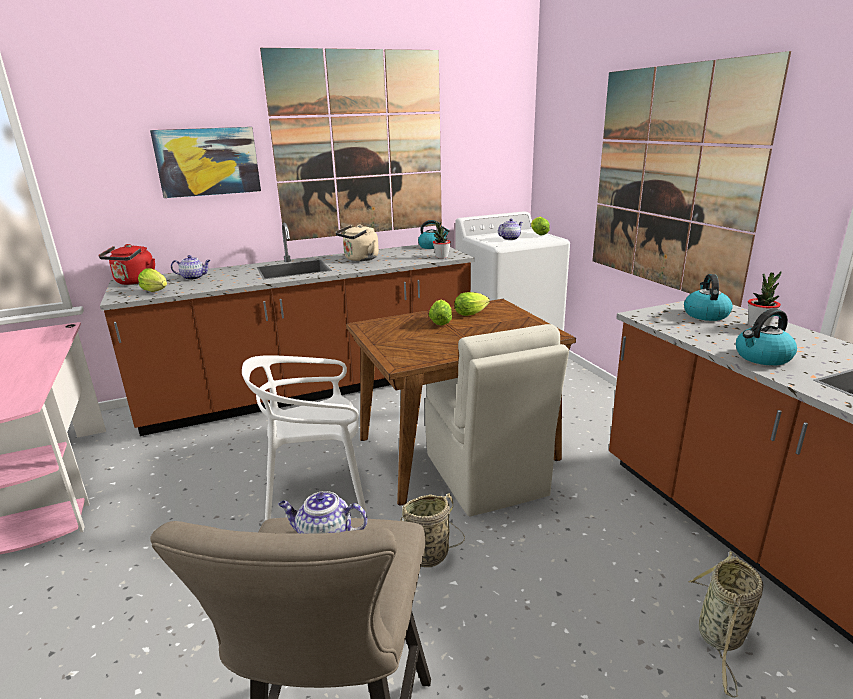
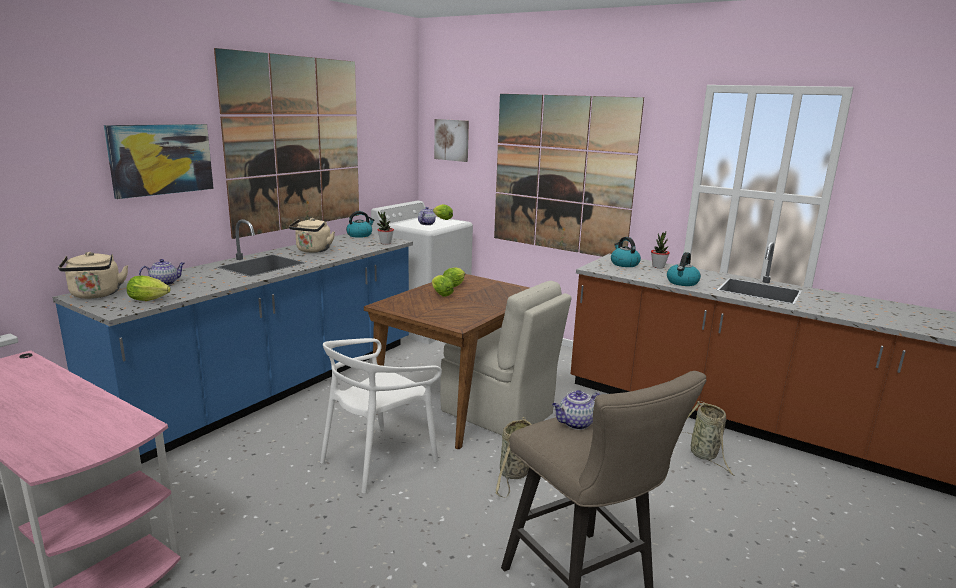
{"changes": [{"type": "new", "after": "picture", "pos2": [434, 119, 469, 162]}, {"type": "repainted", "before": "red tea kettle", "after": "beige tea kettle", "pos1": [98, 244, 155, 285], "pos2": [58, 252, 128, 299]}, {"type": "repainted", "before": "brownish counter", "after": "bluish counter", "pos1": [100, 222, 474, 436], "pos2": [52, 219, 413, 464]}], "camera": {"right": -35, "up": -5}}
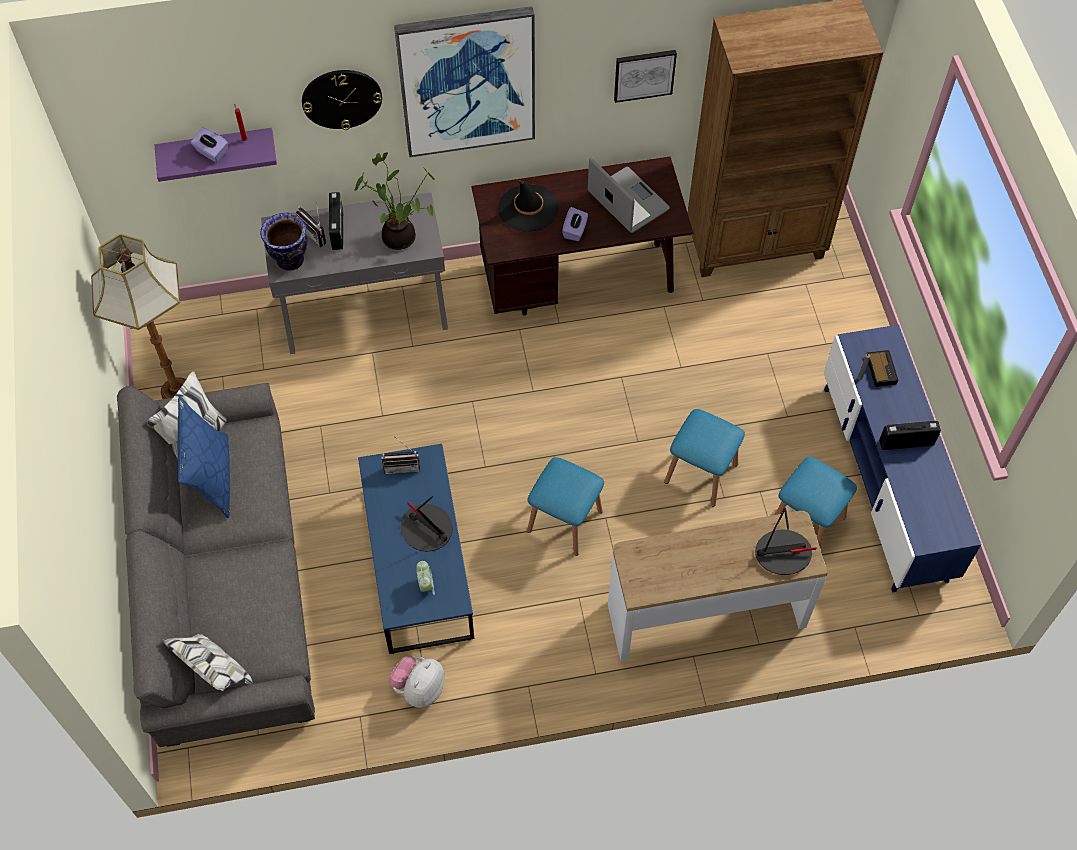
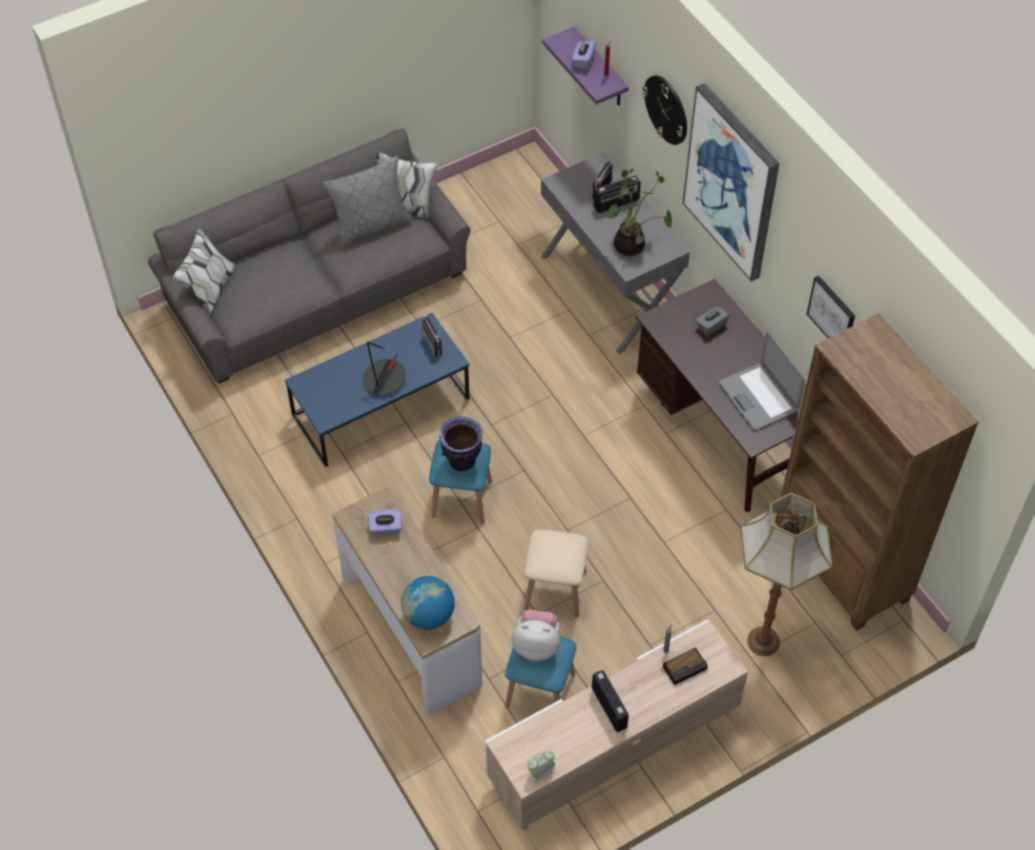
{"changes": [{"type": "shifted", "before": "standing lamp", "pos1": [91, 234, 186, 399], "pos2": [740, 493, 832, 656]}, {"type": "shifted", "before": "decorative vase", "pos1": [260, 213, 307, 271], "pos2": [439, 417, 482, 471]}, {"type": "shifted", "before": "plush toy", "pos1": [388, 655, 445, 708], "pos2": [511, 609, 560, 661]}, {"type": "shifted", "before": "alarm clock", "pos1": [416, 561, 435, 595], "pos2": [527, 750, 555, 783]}, {"type": "shifted", "before": "purplish box of tissues", "pos1": [562, 207, 588, 241], "pos2": [368, 509, 402, 535]}, {"type": "swapped", "before": "black-coloured hat", "after": "greyish box of tissues", "pos1": [498, 180, 559, 231], "pos2": [696, 306, 730, 336]}, {"type": "swapped", "before": "table lamp", "after": "desk globe", "pos1": [755, 508, 817, 575], "pos2": [401, 576, 455, 630]}, {"type": "repainted", "before": "bluish cushion", "after": "greyish cushion", "pos1": [178, 396, 230, 518], "pos2": [323, 155, 413, 248]}, {"type": "repainted", "before": "bluish sitting stool", "after": "beige sitting stool", "pos1": [664, 409, 745, 507], "pos2": [524, 529, 588, 617]}, {"type": "repainted", "before": "bluish tv stand", "after": "beige tv stand", "pos1": [824, 325, 981, 593], "pos2": [485, 619, 748, 830]}, {"type": "rotated", "before": "portable computer", "pos1": [588, 157, 670, 233], "pos2": [719, 332, 805, 430], "turn": 120}], "camera": {"right": 70, "up": -5}}
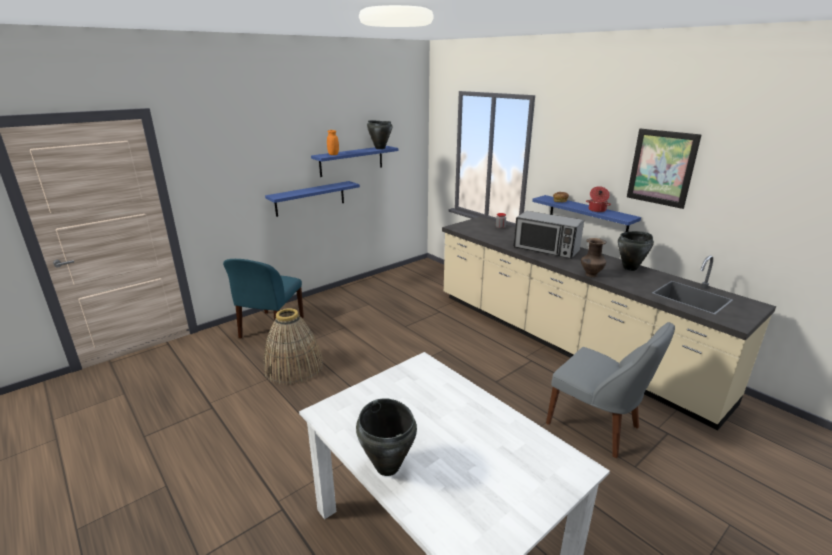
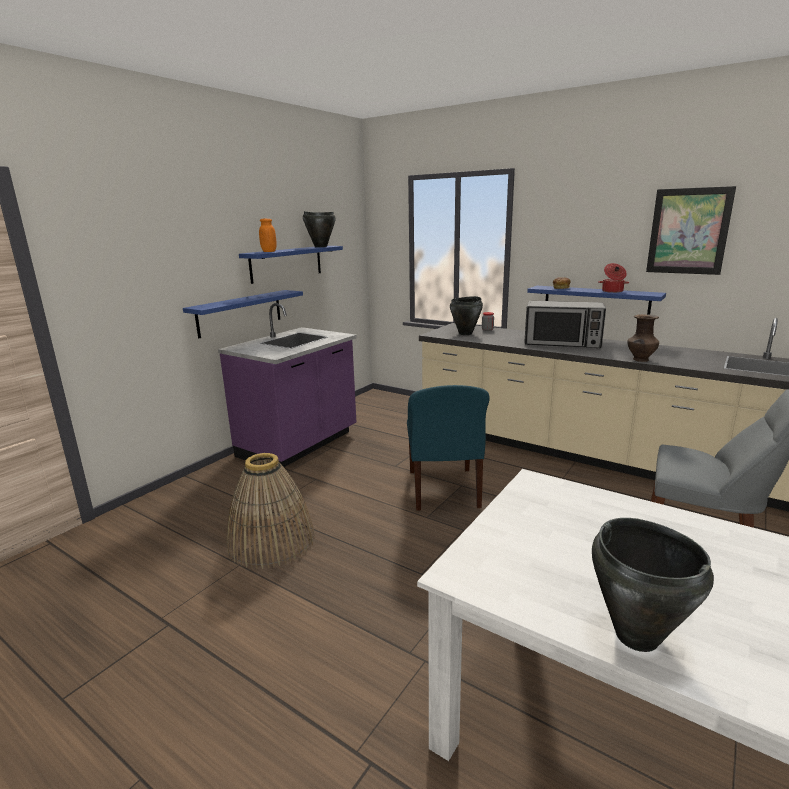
{"changes": [{"type": "new", "after": "purplish counter", "pos2": [218, 303, 357, 468]}, {"type": "shifted", "before": "bluish upright chair", "pos1": [223, 259, 304, 341], "pos2": [407, 385, 490, 511]}, {"type": "shifted", "before": "black-coloured cooking pot", "pos1": [618, 231, 654, 271], "pos2": [450, 296, 483, 335]}], "camera": {"right": -15, "up": -5}}
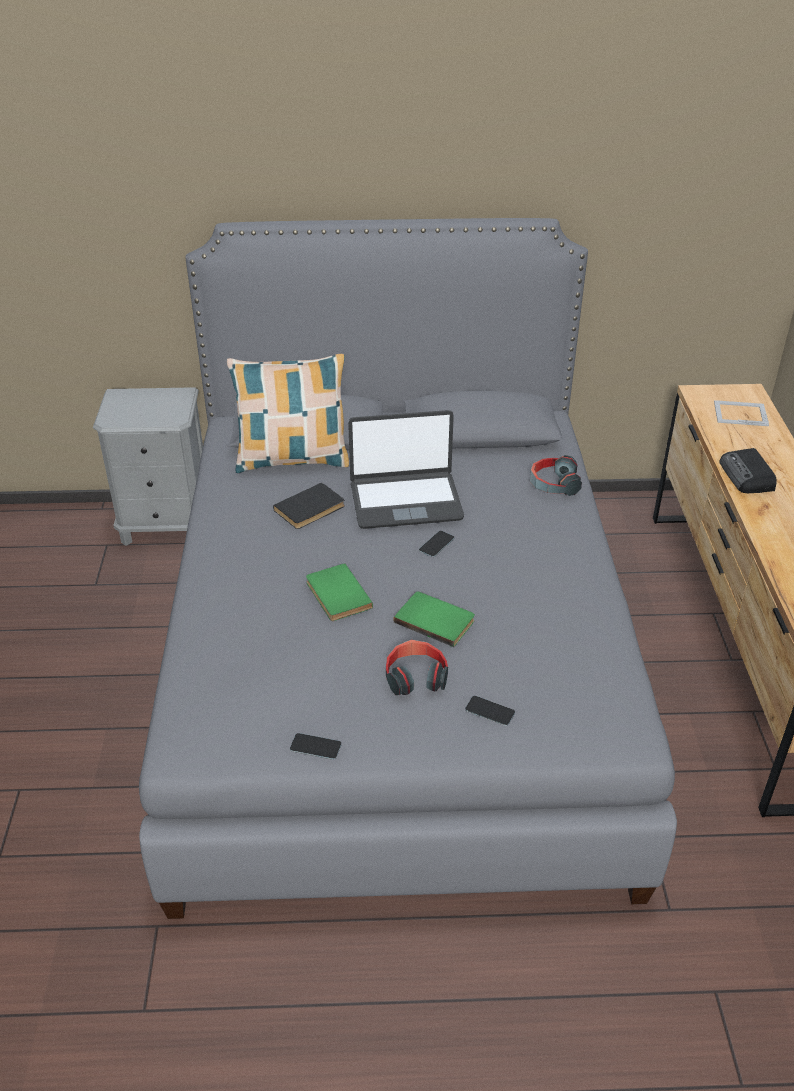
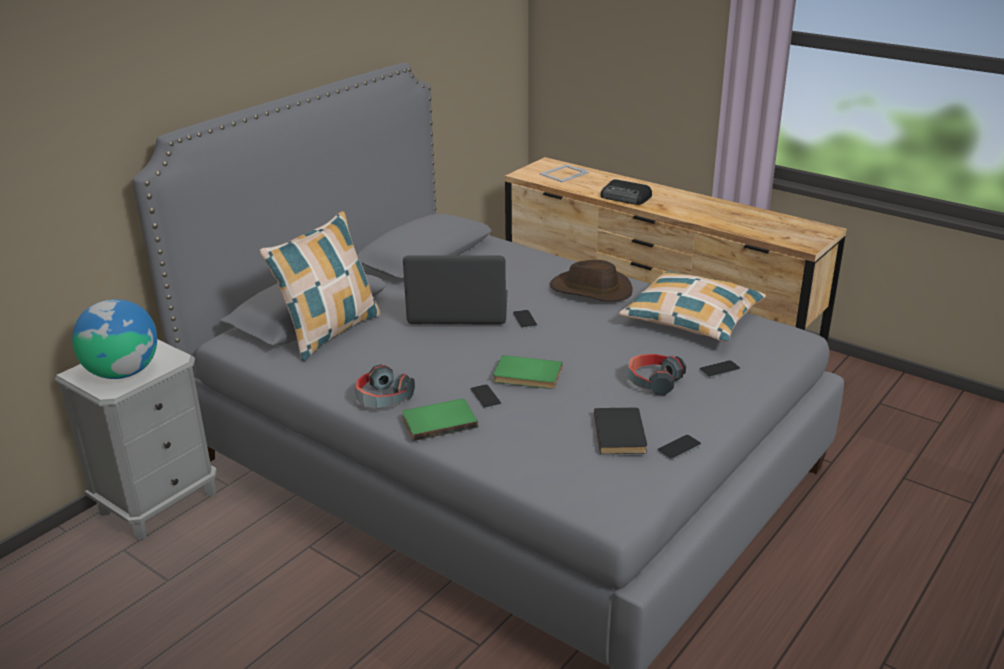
{"changes": [{"type": "new", "after": "desk globe", "pos2": [72, 299, 157, 379]}, {"type": "new", "after": "phone", "pos2": [470, 384, 501, 409]}, {"type": "new", "after": "brownish hat", "pos2": [550, 260, 633, 301]}, {"type": "new", "after": "cushion", "pos2": [619, 271, 766, 343]}, {"type": "shifted", "before": "black-coloured volume", "pos1": [273, 483, 345, 529], "pos2": [594, 408, 647, 454]}, {"type": "shifted", "before": "green volume", "pos1": [394, 591, 475, 647], "pos2": [402, 399, 478, 441]}, {"type": "shifted", "before": "headphones", "pos1": [530, 455, 582, 496], "pos2": [355, 364, 415, 408]}, {"type": "rotated", "before": "portable computer", "pos1": [348, 410, 464, 529], "pos2": [403, 255, 508, 324], "turn": -120}], "camera": {"right": -50, "up": -10}}
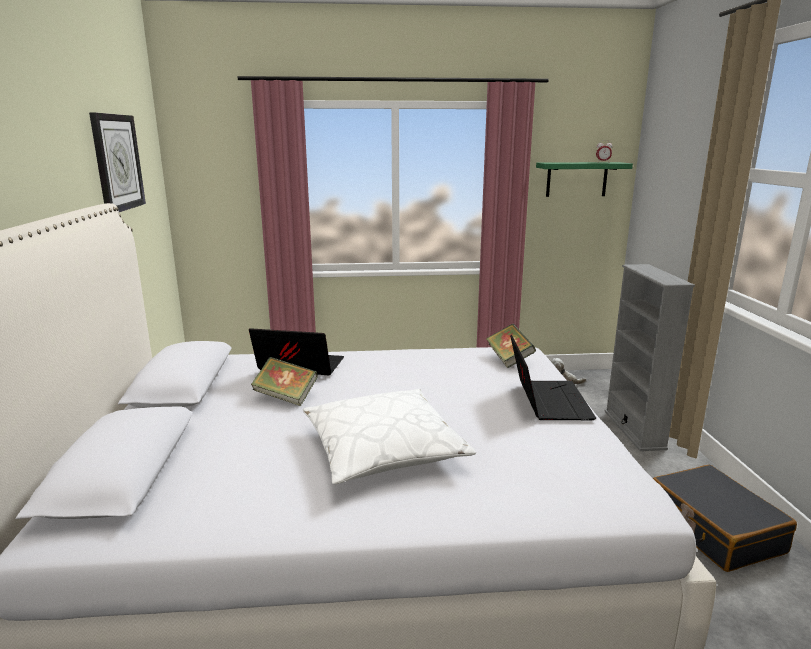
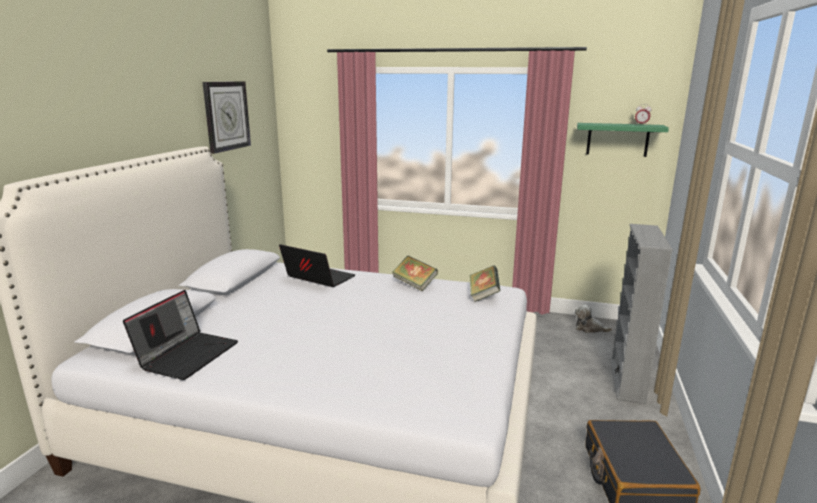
{"changes": [{"type": "gone", "before": "whitish cushion", "pos1": [303, 389, 476, 484]}, {"type": "shifted", "before": "volume", "pos1": [251, 357, 318, 406], "pos2": [392, 256, 438, 291]}, {"type": "shifted", "before": "portable computer", "pos1": [510, 335, 596, 420], "pos2": [123, 290, 238, 380]}], "camera": {"right": 20, "up": 0}}
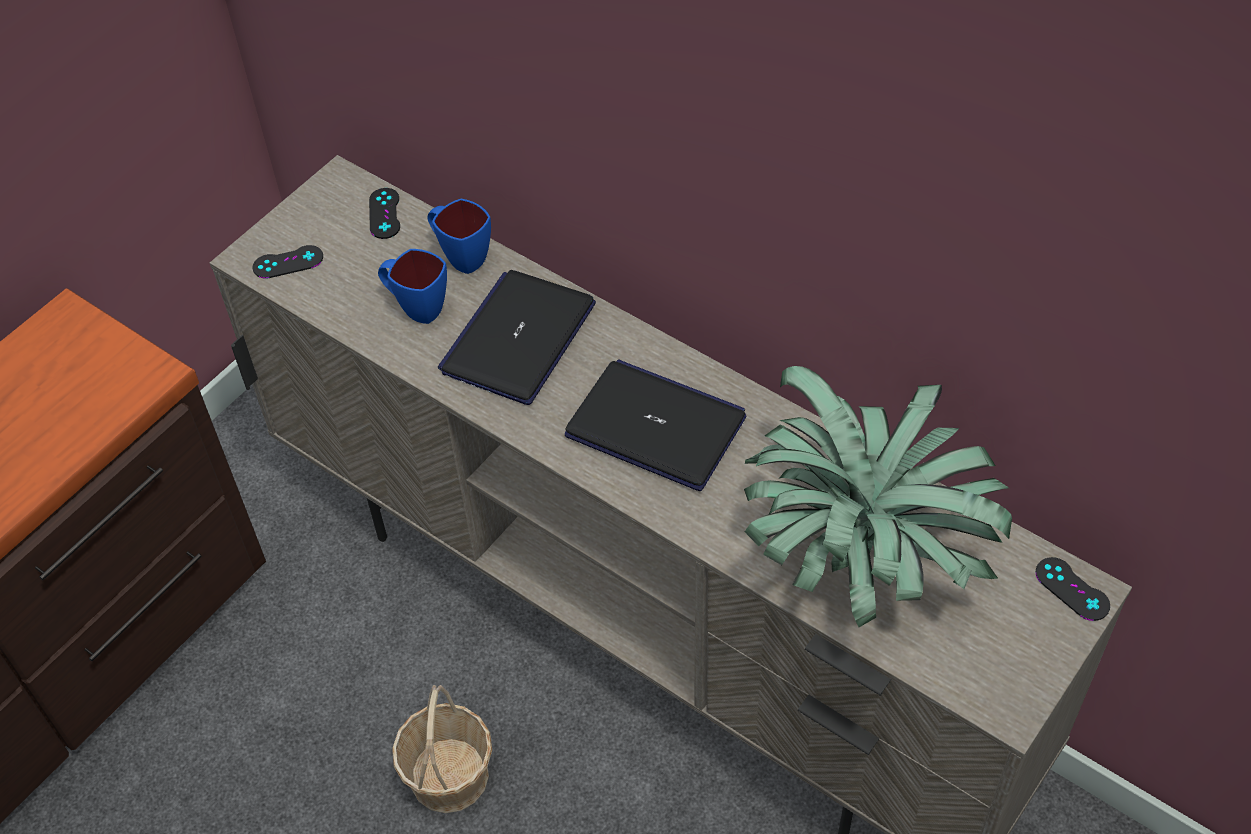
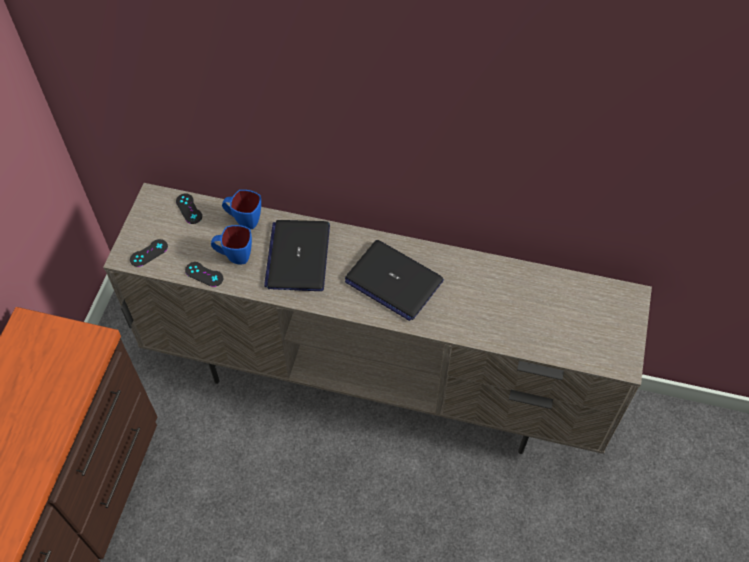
{"changes": [{"type": "gone", "before": "storage basket", "pos1": [392, 685, 492, 813]}, {"type": "gone", "before": "houseplant", "pos1": [744, 366, 1012, 627]}, {"type": "shifted", "before": "black-coloured joypad", "pos1": [1036, 557, 1110, 621], "pos2": [185, 262, 223, 287]}, {"type": "rotated", "before": "portable computer", "pos1": [565, 359, 746, 491], "pos2": [345, 240, 444, 321], "turn": -150}], "camera": {"right": -25, "up": 5}}
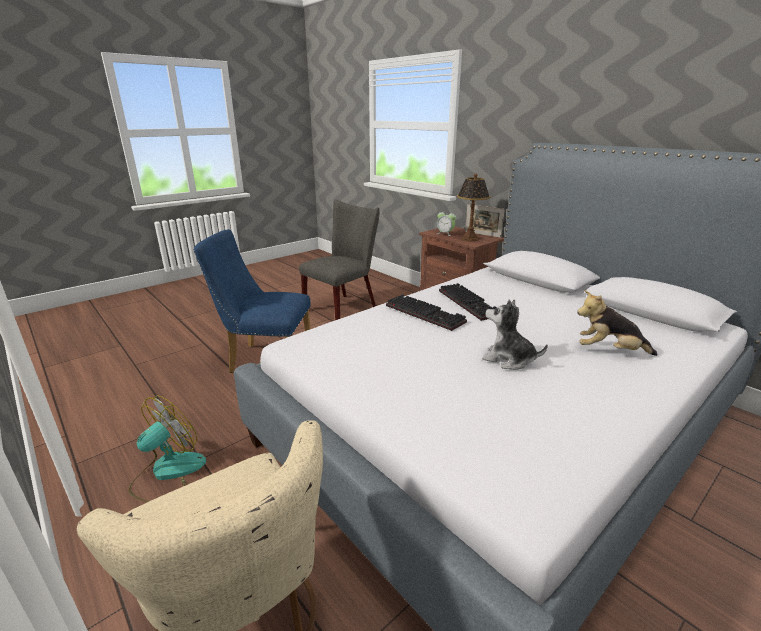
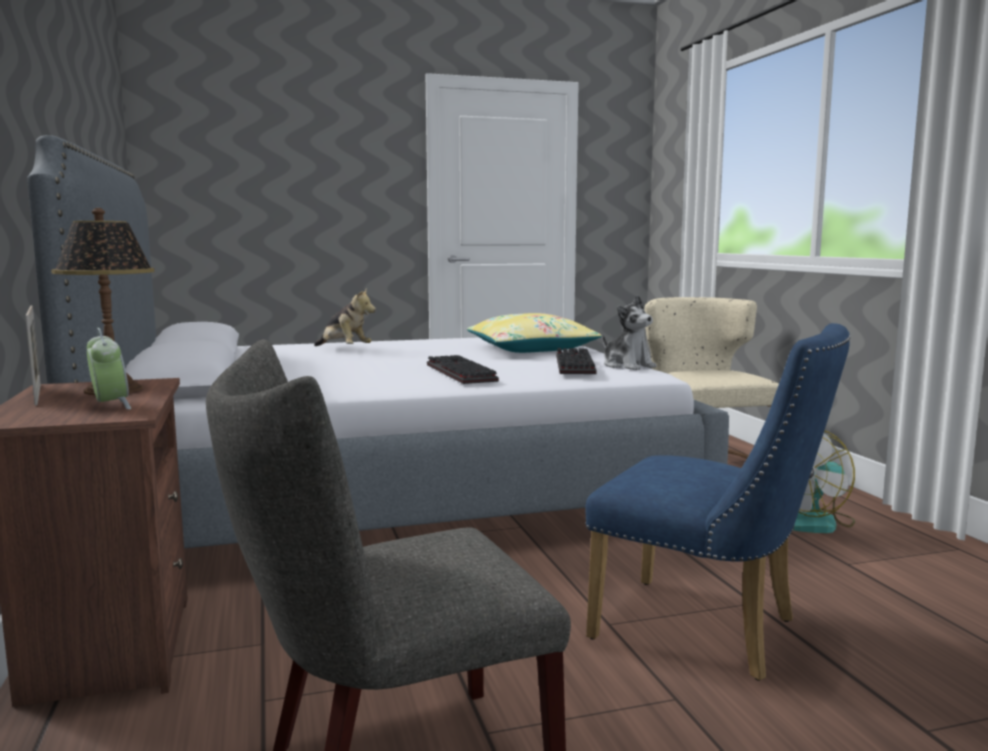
{"changes": [{"type": "new", "after": "yellowish cushion", "pos2": [467, 313, 602, 353]}, {"type": "shifted", "before": "computer keyboard", "pos1": [439, 283, 497, 321], "pos2": [556, 348, 597, 374]}, {"type": "shifted", "before": "plush toy", "pos1": [482, 299, 548, 370], "pos2": [603, 295, 657, 370]}], "camera": {"right": -155, "up": -15}}
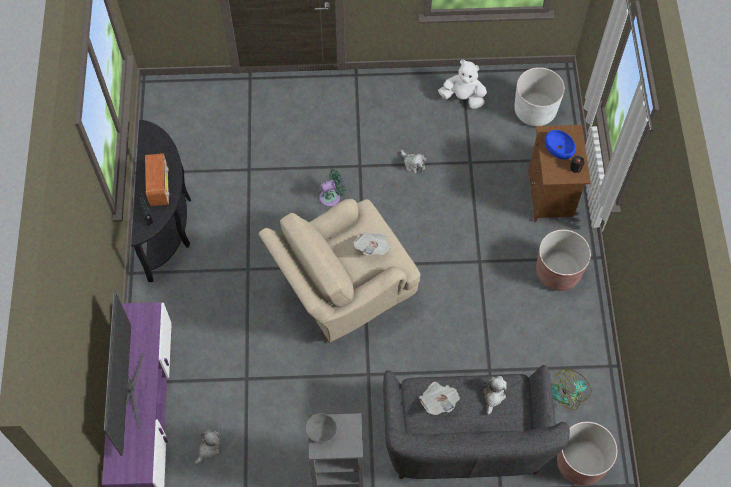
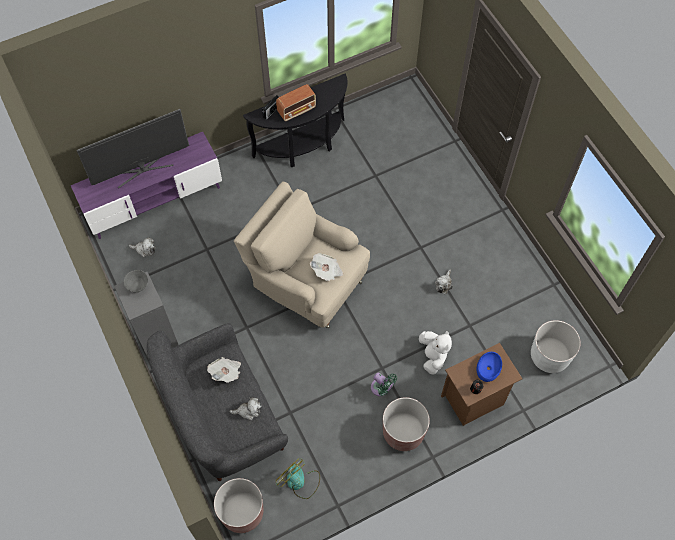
{"changes": [{"type": "shifted", "before": "green cooling fan", "pos1": [319, 169, 346, 207], "pos2": [371, 372, 397, 396]}, {"type": "shifted", "before": "whitish plush toy", "pos1": [438, 60, 487, 109], "pos2": [419, 331, 452, 375]}], "camera": {"right": 65, "up": 0}}
